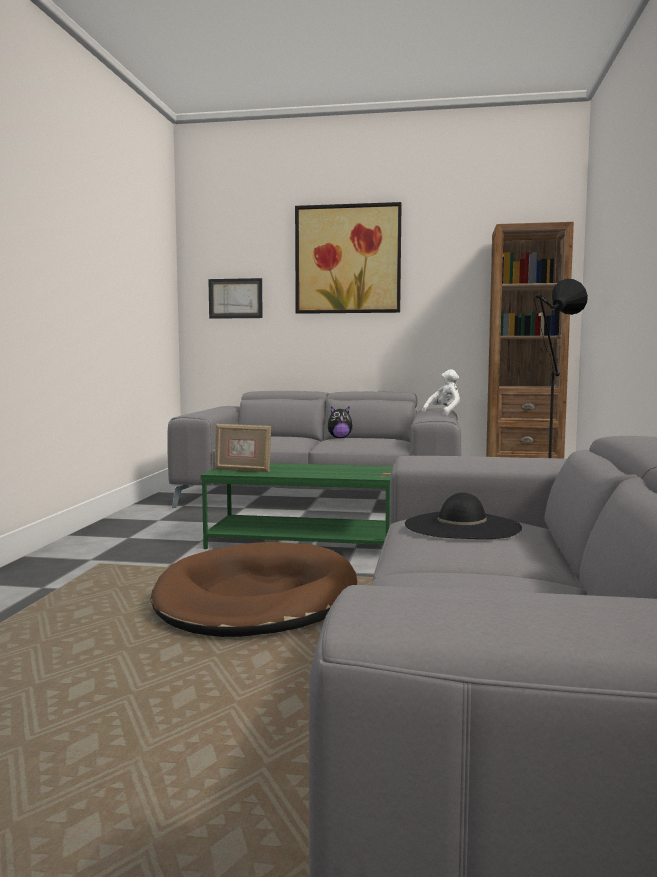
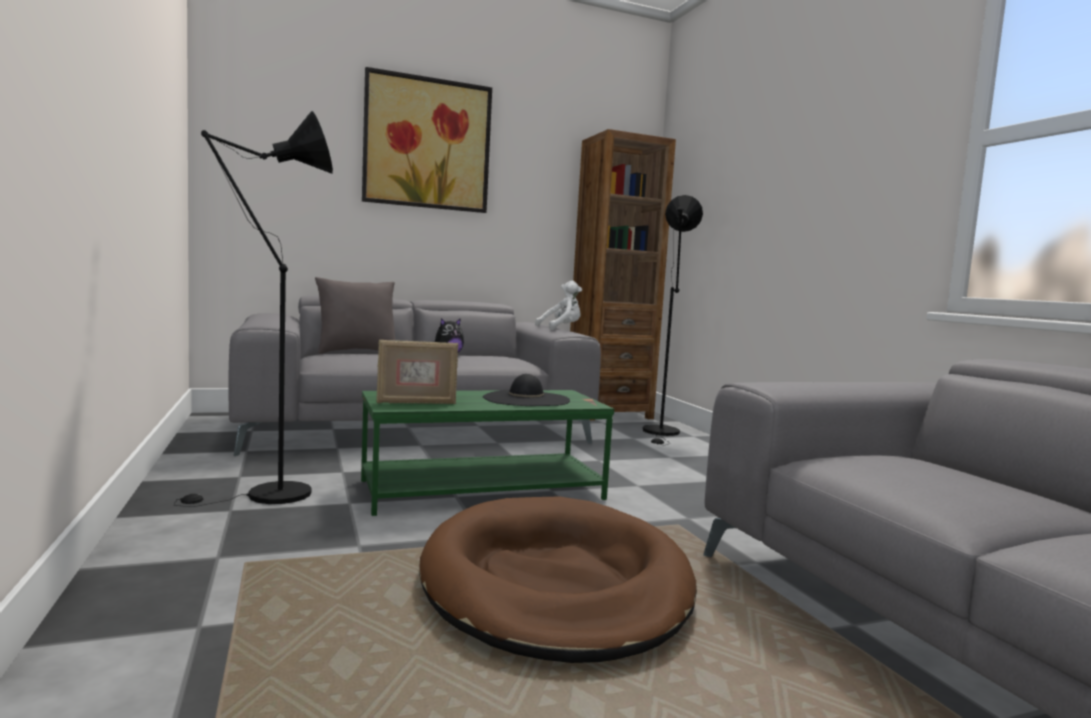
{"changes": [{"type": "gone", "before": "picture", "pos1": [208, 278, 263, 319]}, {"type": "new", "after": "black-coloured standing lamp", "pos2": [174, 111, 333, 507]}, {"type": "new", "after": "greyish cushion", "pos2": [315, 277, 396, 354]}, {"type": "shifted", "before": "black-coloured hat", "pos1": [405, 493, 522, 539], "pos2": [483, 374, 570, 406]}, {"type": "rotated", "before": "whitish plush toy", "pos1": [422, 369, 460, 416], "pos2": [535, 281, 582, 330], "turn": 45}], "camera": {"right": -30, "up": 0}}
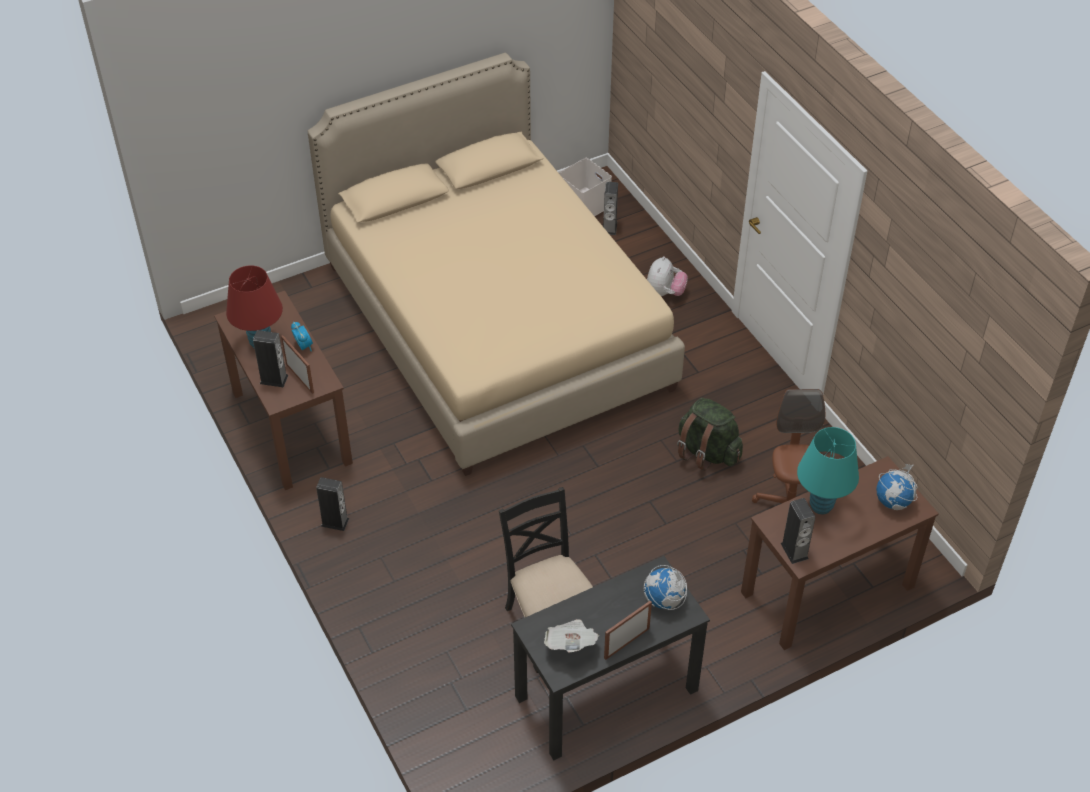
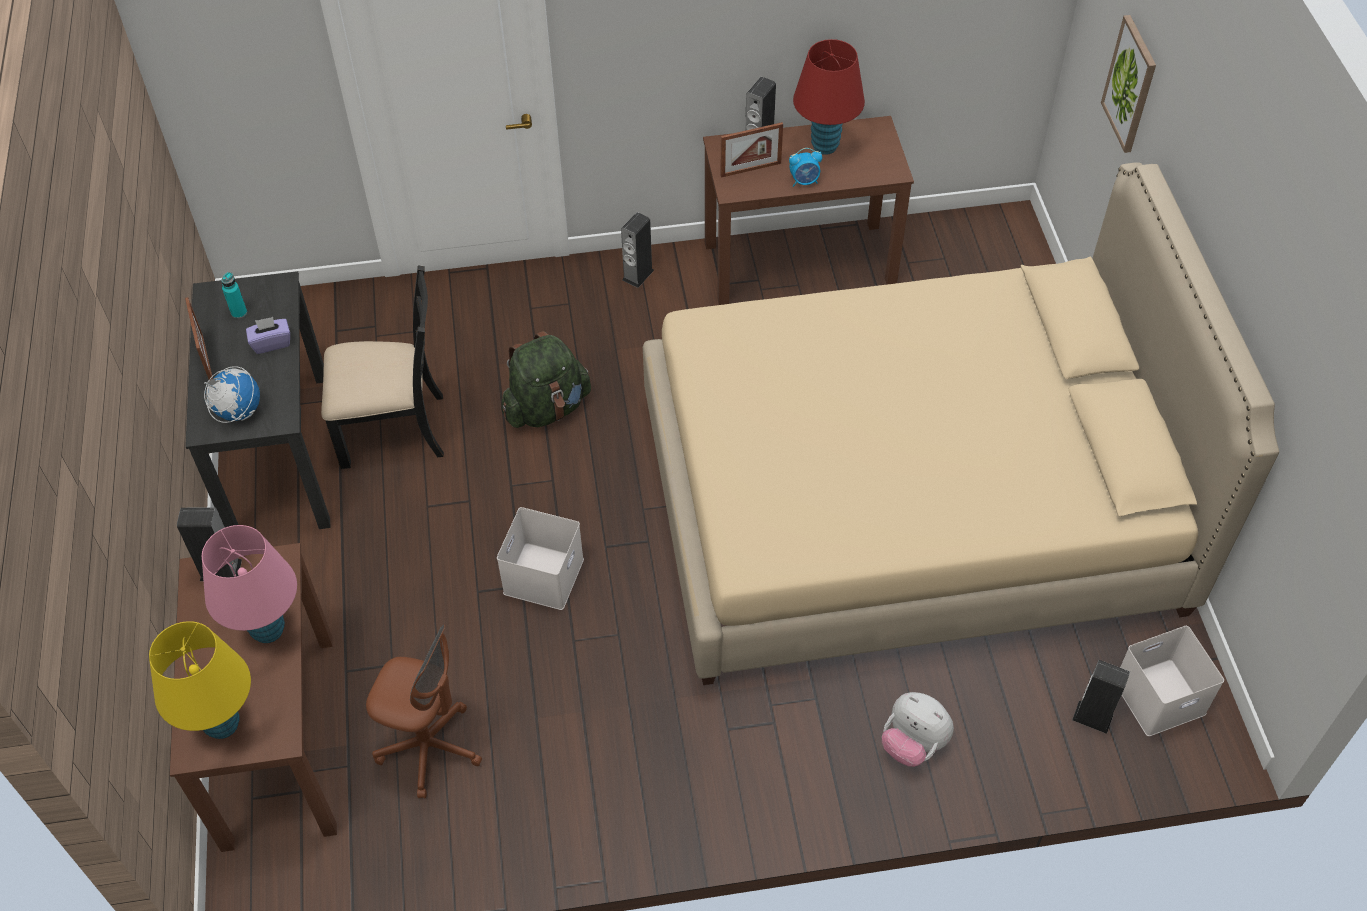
{"changes": [{"type": "new", "after": "purplish box of tissues", "pos2": [246, 317, 290, 354]}, {"type": "new", "after": "whitish storage bin", "pos2": [497, 507, 584, 610]}, {"type": "new", "after": "picture", "pos2": [1101, 15, 1156, 153]}, {"type": "shifted", "before": "green knapsack", "pos1": [677, 398, 743, 471], "pos2": [501, 331, 591, 428]}, {"type": "swapped", "before": "printed paper", "after": "turquoise-coloured bottle", "pos1": [544, 619, 599, 652], "pos2": [222, 272, 247, 319]}, {"type": "swapped", "before": "desk globe", "after": "yellowish table lamp", "pos1": [876, 464, 917, 510], "pos2": [149, 621, 251, 739]}, {"type": "repainted", "before": "turquoise-coloured table lamp", "after": "pink table lamp", "pos1": [797, 427, 859, 514], "pos2": [202, 525, 297, 643]}], "camera": {"right": 110, "up": 5}}
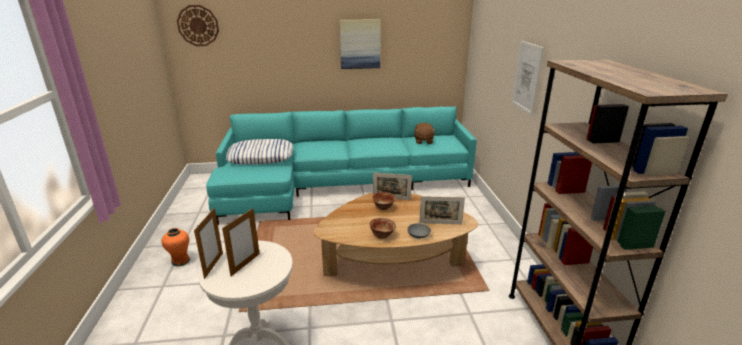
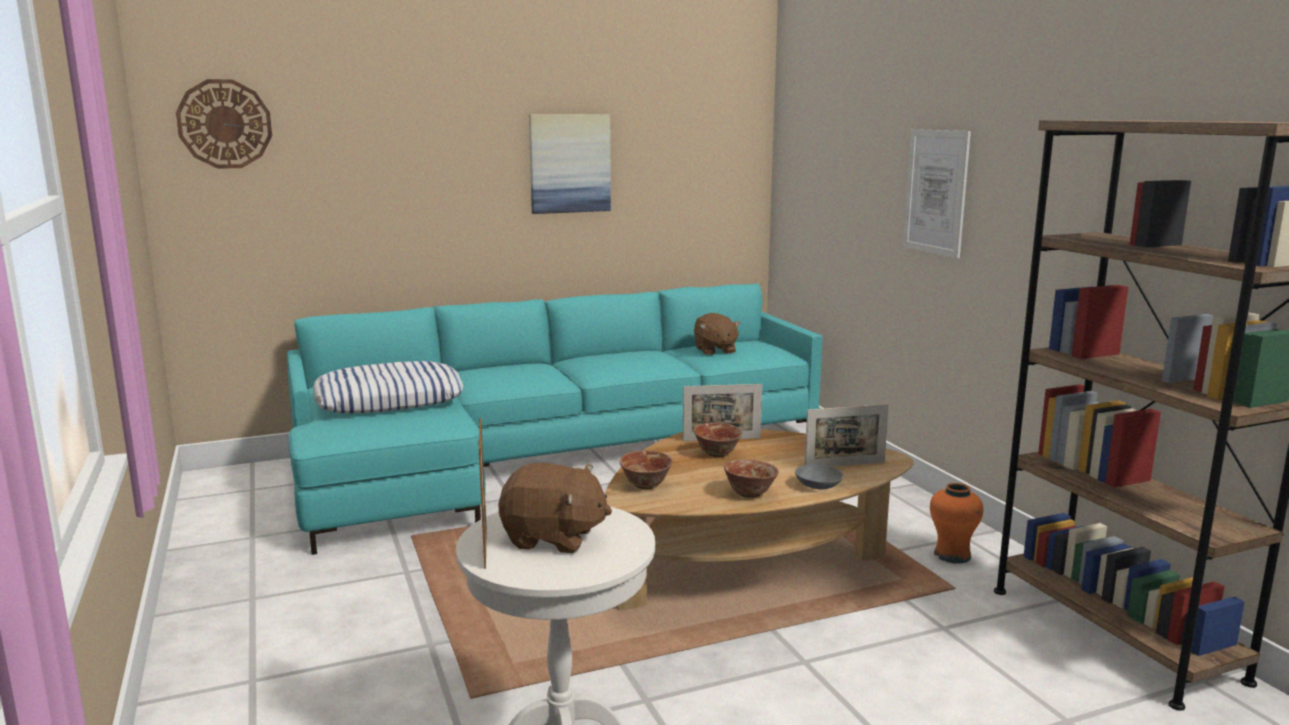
{"changes": [{"type": "new", "after": "bowl", "pos2": [620, 450, 673, 489]}, {"type": "shifted", "before": "orangey decorative vase", "pos1": [162, 228, 190, 266], "pos2": [930, 483, 983, 563]}, {"type": "swapped", "before": "standing frame", "after": "brownish plush toy", "pos1": [222, 208, 260, 276], "pos2": [498, 463, 612, 553]}], "camera": {"right": -15, "up": -10}}
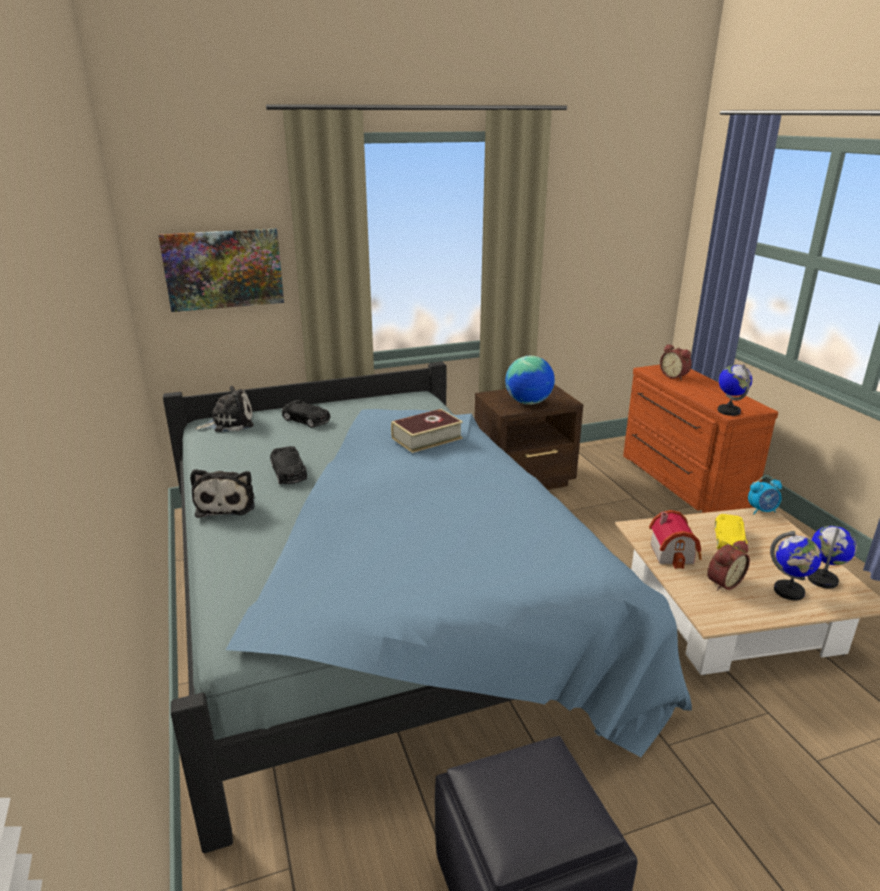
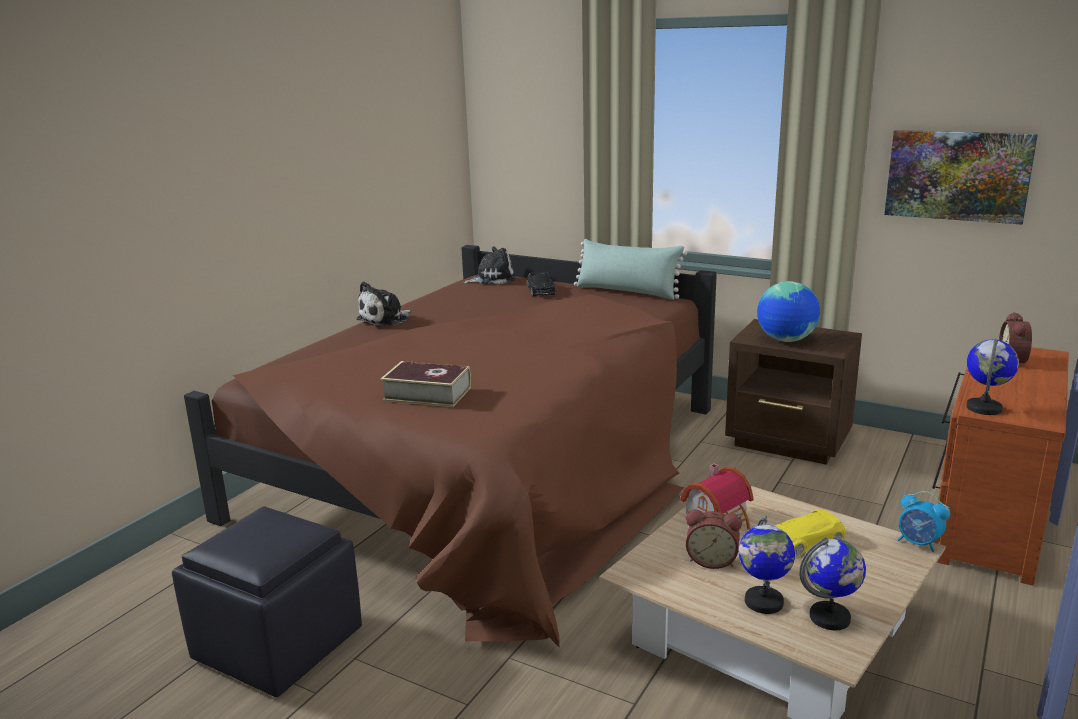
{"changes": [{"type": "gone", "before": "black-coloured miniature car", "pos1": [270, 446, 307, 484]}, {"type": "new", "after": "green cushion", "pos2": [574, 239, 687, 300]}, {"type": "shifted", "before": "picture", "pos1": [158, 228, 284, 312], "pos2": [884, 130, 1038, 225]}, {"type": "shifted", "before": "volume", "pos1": [391, 409, 463, 453], "pos2": [380, 361, 471, 407]}, {"type": "repainted", "before": "bluish sleeping bed", "after": "brownish sleeping bed", "pos1": [163, 362, 692, 853], "pos2": [184, 245, 717, 647]}, {"type": "rotated", "before": "plush toy", "pos1": [195, 386, 254, 432], "pos2": [463, 246, 515, 284], "turn": -45}], "camera": {"right": 50, "up": -5}}
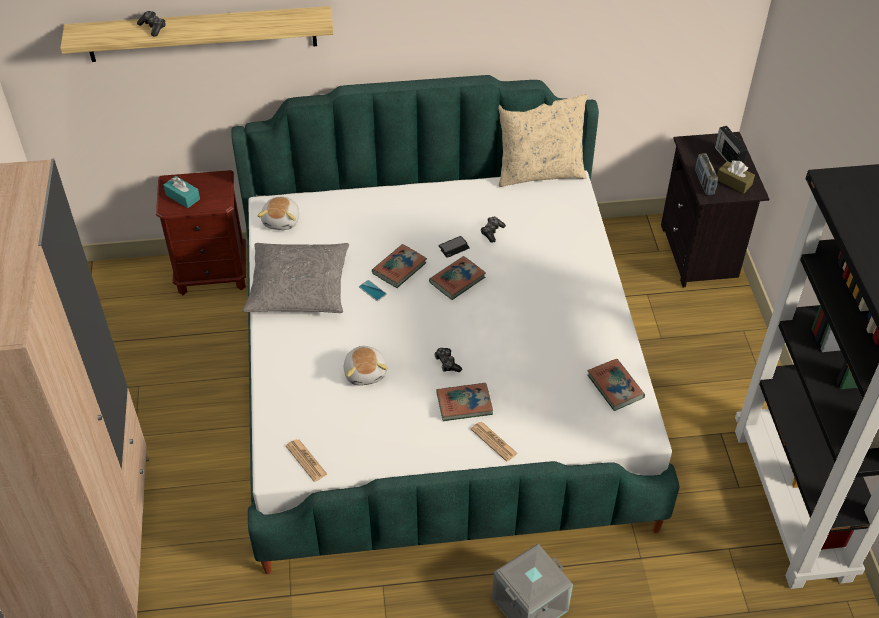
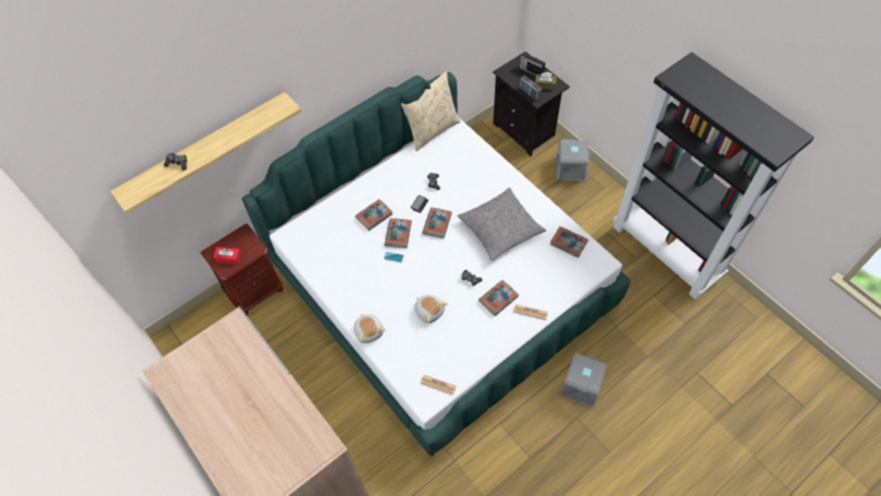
{"changes": [{"type": "new", "after": "volume", "pos2": [355, 199, 392, 231]}, {"type": "new", "after": "greyish storage bin", "pos2": [556, 139, 591, 181]}, {"type": "shifted", "before": "greyish cushion", "pos1": [242, 243, 349, 313], "pos2": [457, 188, 546, 261]}, {"type": "shifted", "before": "plush toy", "pos1": [257, 196, 299, 230], "pos2": [354, 314, 385, 343]}, {"type": "repainted", "before": "turquoise-coloured box of tissues", "after": "red box of tissues", "pos1": [163, 176, 200, 208], "pos2": [213, 247, 242, 264]}], "camera": {"right": -30, "up": 10}}
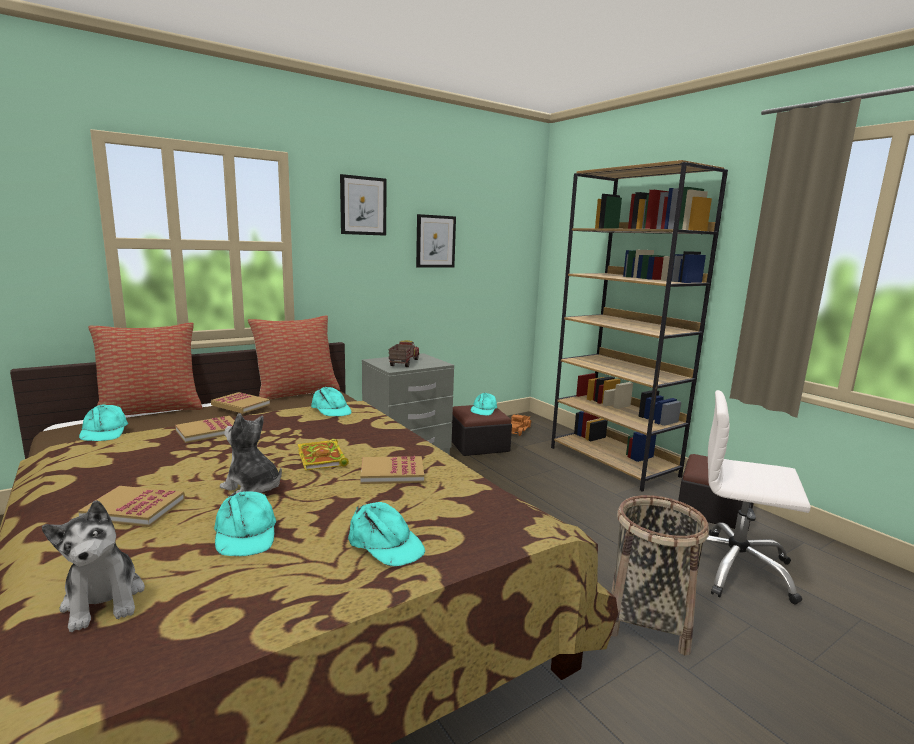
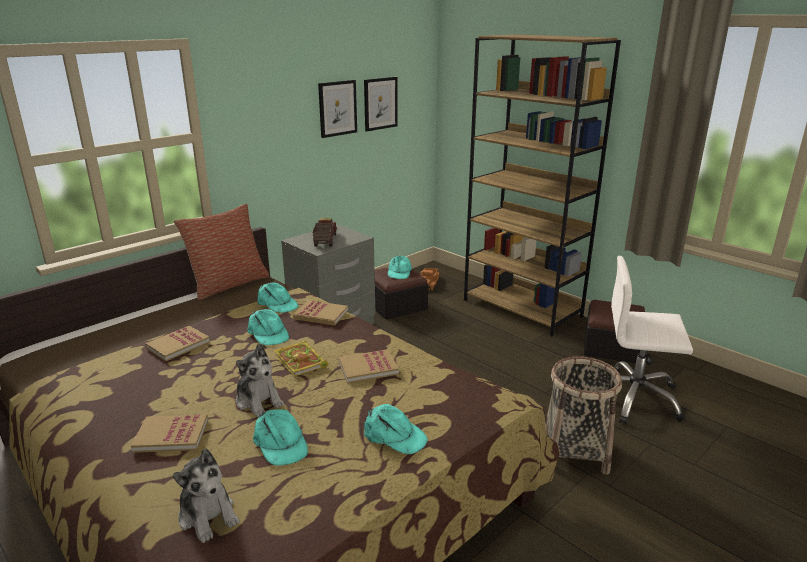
{"changes": [{"type": "gone", "before": "cushion", "pos1": [88, 322, 202, 415]}, {"type": "shifted", "before": "turquoise-coloured baseball cap", "pos1": [79, 404, 128, 441], "pos2": [247, 309, 289, 345]}, {"type": "shifted", "before": "volume", "pos1": [211, 392, 270, 413], "pos2": [293, 300, 348, 326]}, {"type": "shifted", "before": "picture", "pos1": [340, 174, 386, 236], "pos2": [364, 77, 398, 131]}, {"type": "rotated", "before": "plush toy", "pos1": [220, 413, 282, 495], "pos2": [236, 343, 284, 417], "turn": -150}], "camera": {"right": -10, "up": 10}}
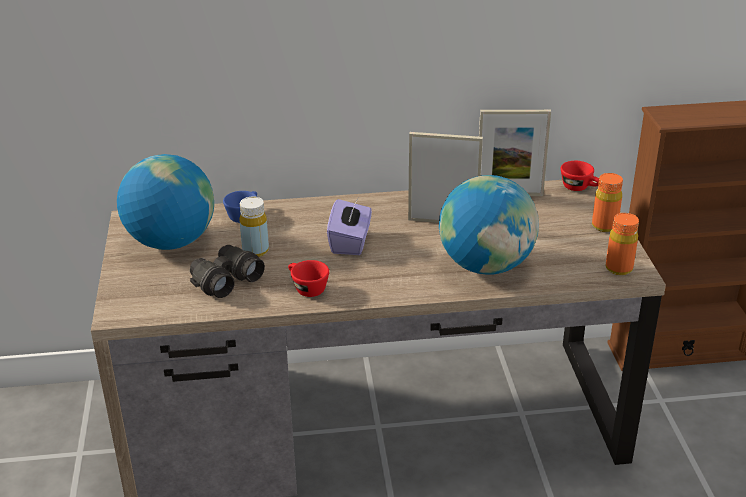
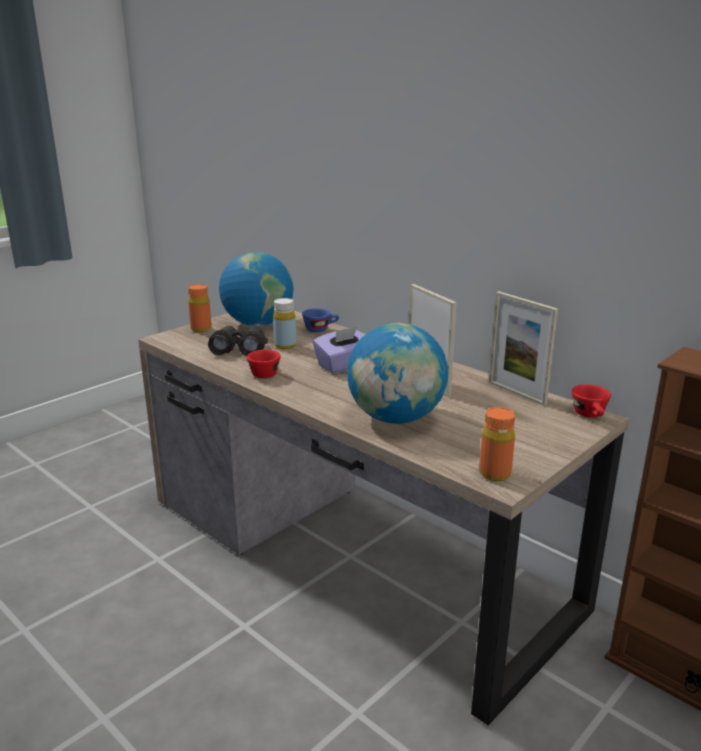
{"changes": [{"type": "shifted", "before": "orangey bottle", "pos1": [592, 173, 623, 232], "pos2": [188, 284, 212, 333]}], "camera": {"right": 50, "up": -10}}
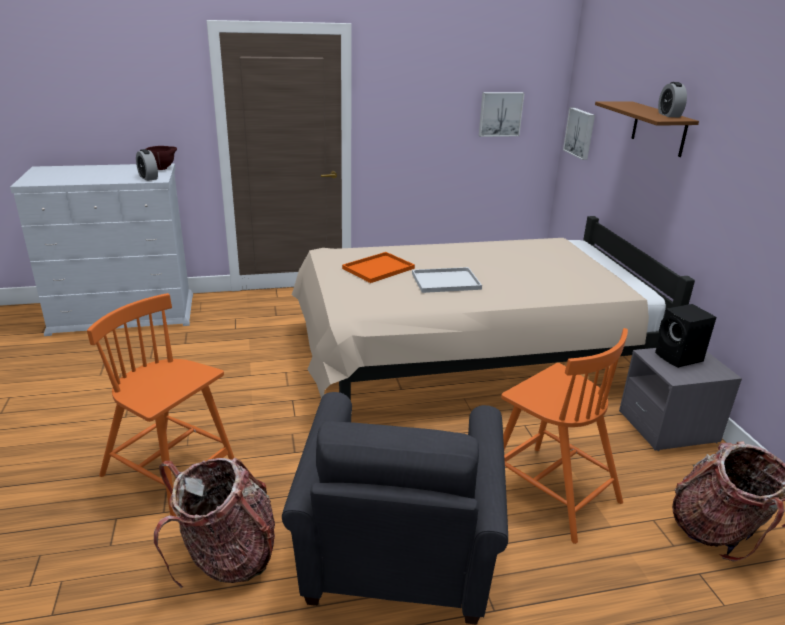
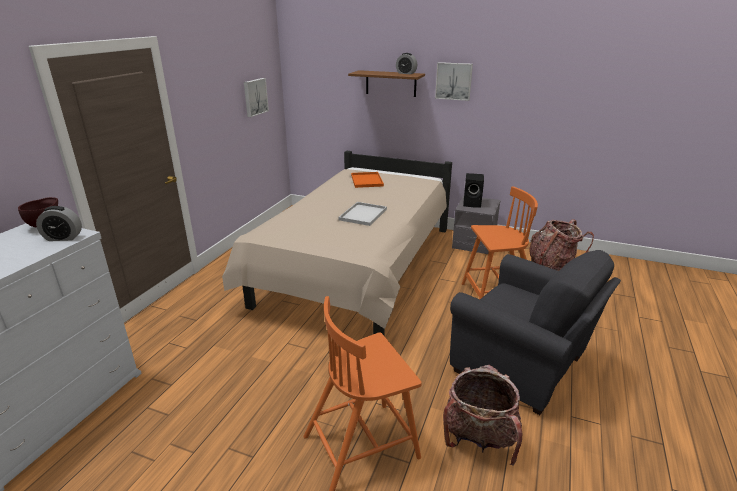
{"changes": [{"type": "shifted", "before": "orangey tray", "pos1": [342, 252, 415, 283], "pos2": [351, 172, 384, 188]}, {"type": "shifted", "before": "picture", "pos1": [563, 108, 595, 160], "pos2": [435, 62, 473, 101]}], "camera": {"right": -55, "up": 0}}
